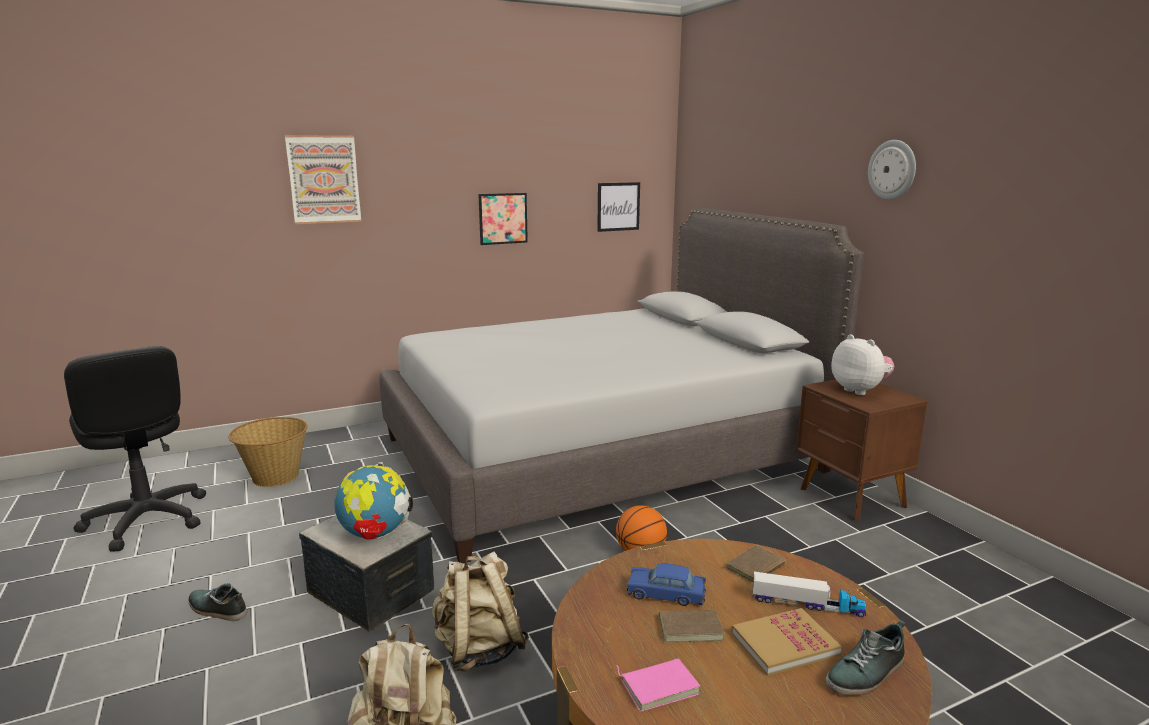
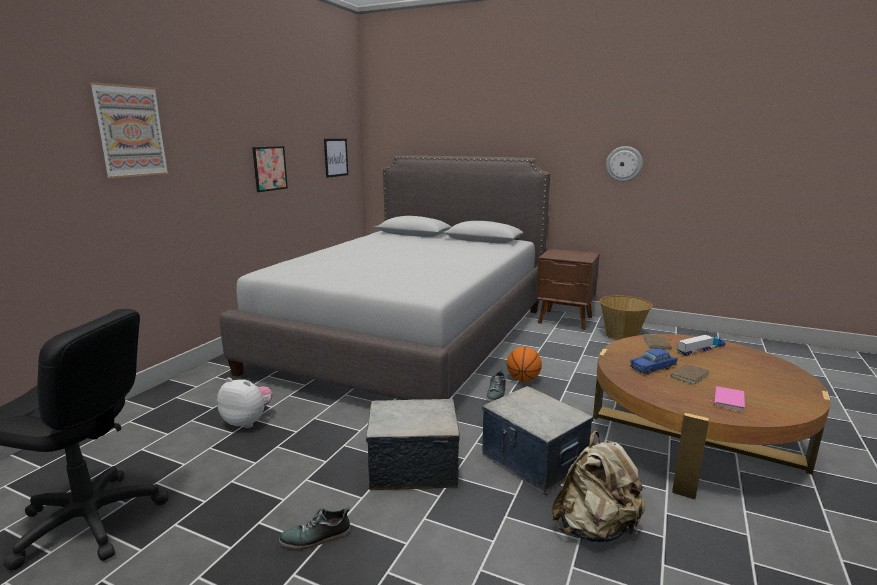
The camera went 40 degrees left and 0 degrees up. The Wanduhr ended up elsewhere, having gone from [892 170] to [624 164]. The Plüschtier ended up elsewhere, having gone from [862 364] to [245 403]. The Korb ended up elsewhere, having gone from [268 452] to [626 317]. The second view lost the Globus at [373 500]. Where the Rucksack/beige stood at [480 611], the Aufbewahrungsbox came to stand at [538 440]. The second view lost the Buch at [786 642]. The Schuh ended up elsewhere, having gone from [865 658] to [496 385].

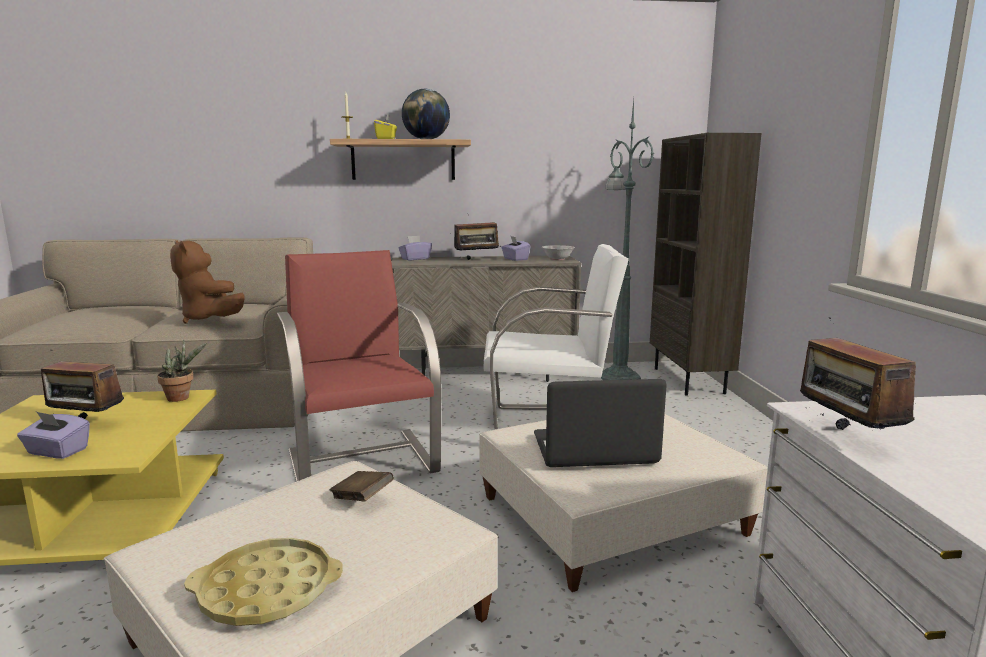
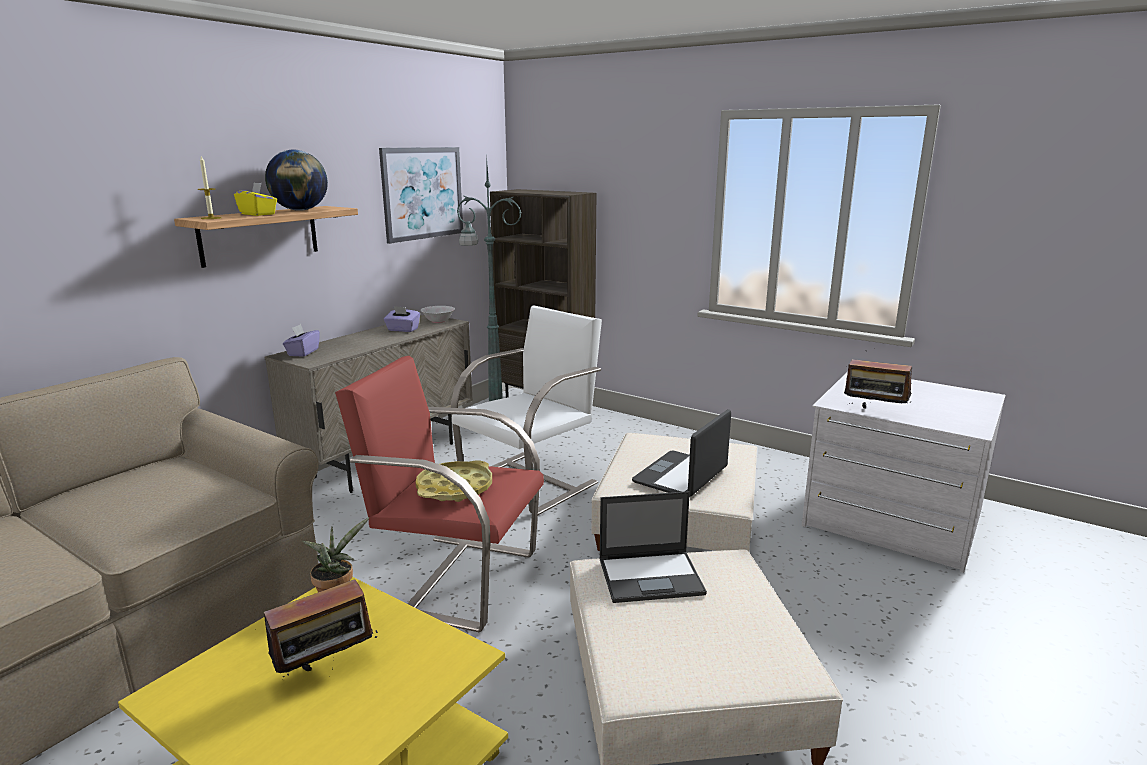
The camera went 50 degrees left and 5 degrees up. The second view lost the Radio at [476 236]. The second view lost the Plüschtier/braun at [207 282]. The second view lost the Taschentuchbox/lila at [53 435]. Where the Buch/braun stood at [362 486], the Laptop came to stand at [653 547]. The Tablett/gelb ended up elsewhere, having gone from [263 582] to [453 481]. The second view gained the Bild at [421 195].

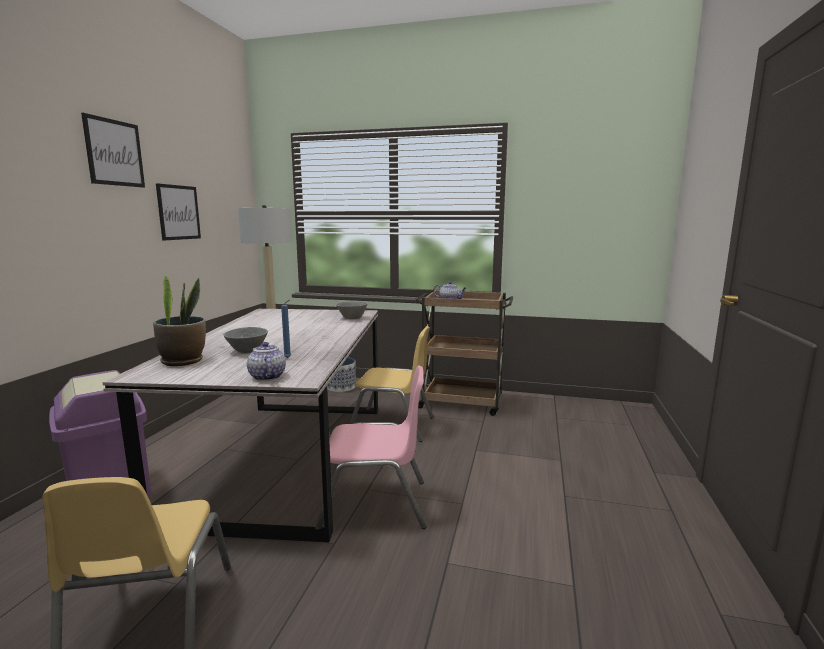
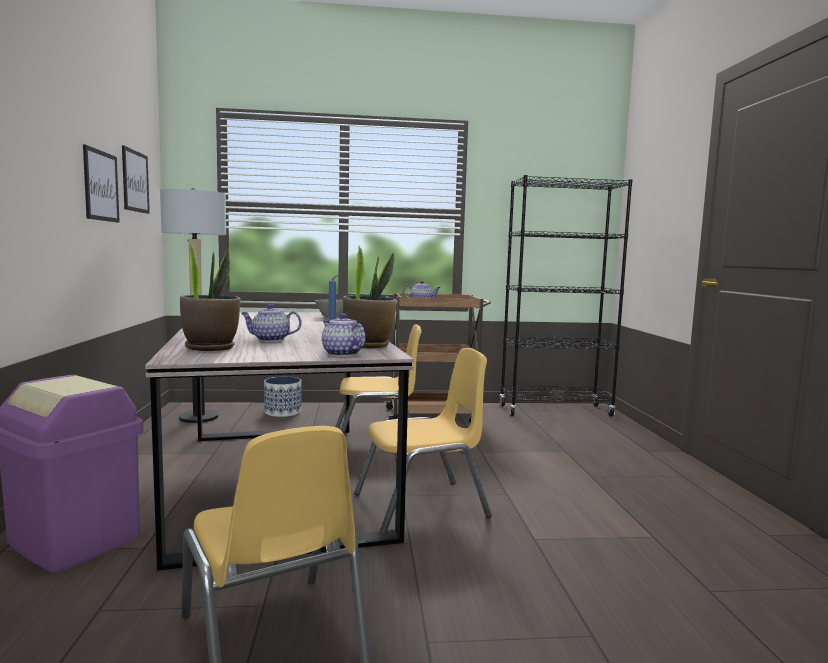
The camera went 20 degrees left and 5 degrees down. The Bild ended up elsewhere, having gone from [113 150] to [136 180]. Where the Schüssel/grau stood at [246 340], the Teekanne came to stand at [271 323]. What was the Stuhl/rosa at [371 447] turned into the Stuhl/gelb at [423 440]. The second view gained the Bücherregal/schwarz at [566 295]. The second view gained the Topfpflanze at [369 296].

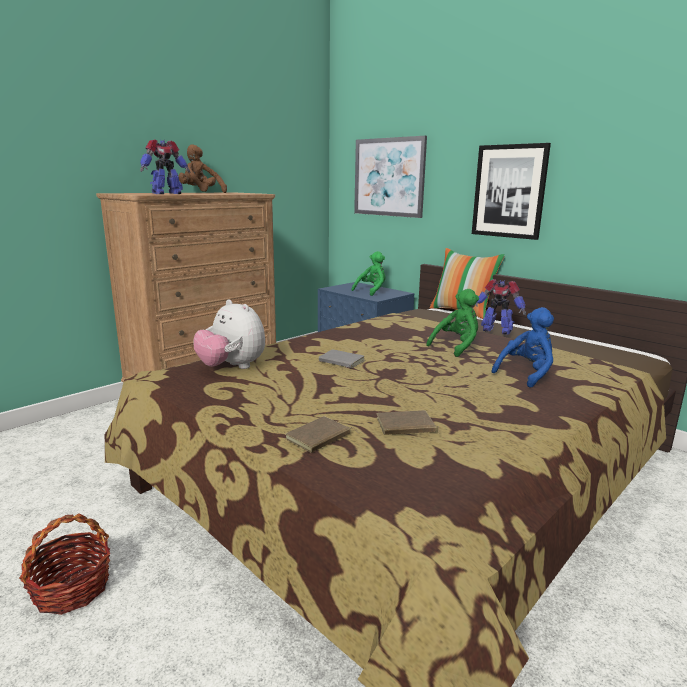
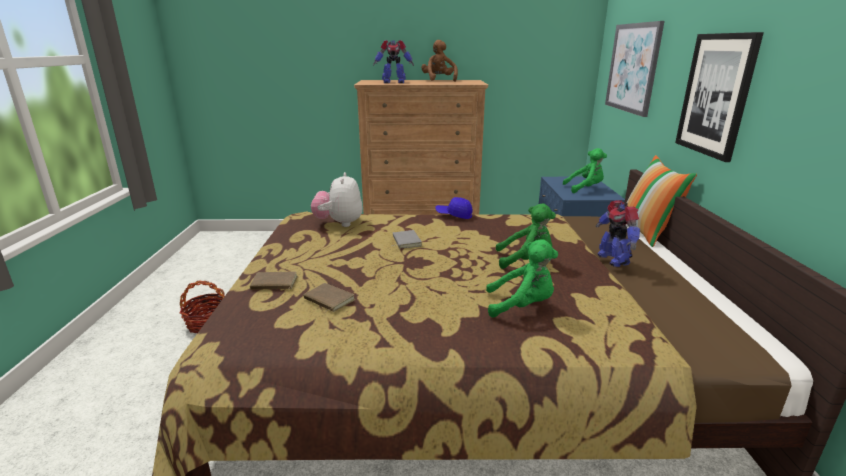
The camera went 45 degrees right and 5 degrees up. What was the Plüschtier/blau at [522 347] turned into the Plüschtier/grün at [522 278]. The second view gained the Kappe/blau at [453 208].

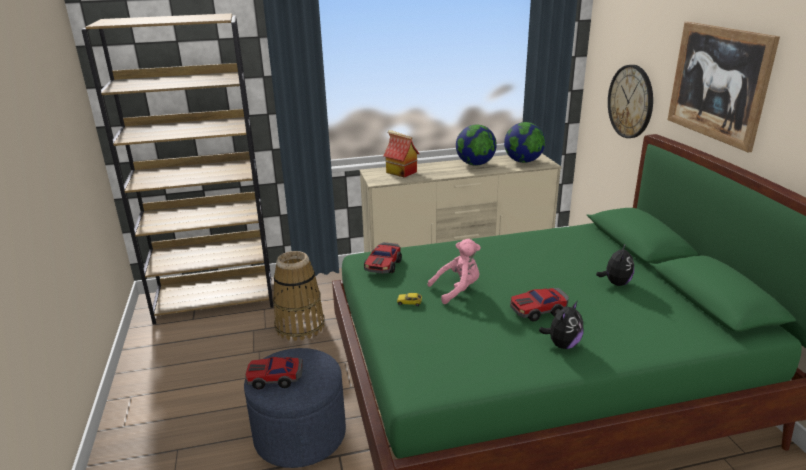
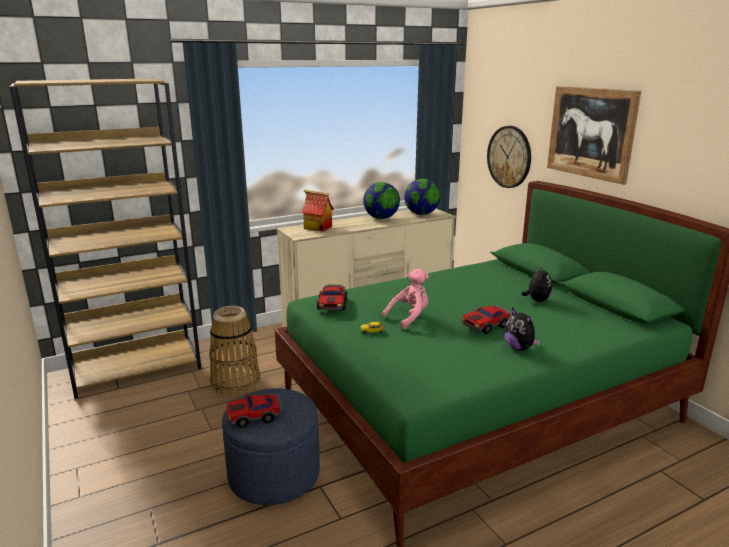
The camera went 15 degrees left and 5 degrees down. The Plüschtier at [561 325] ended up facing another way, 120 degrees clockwise from before.

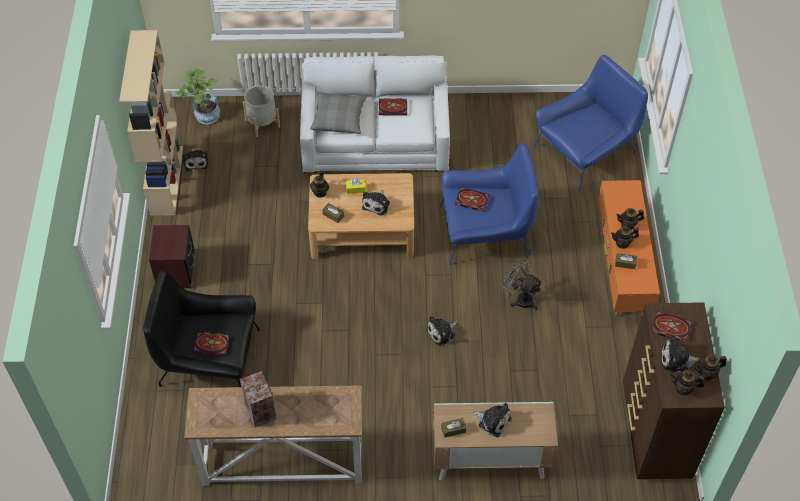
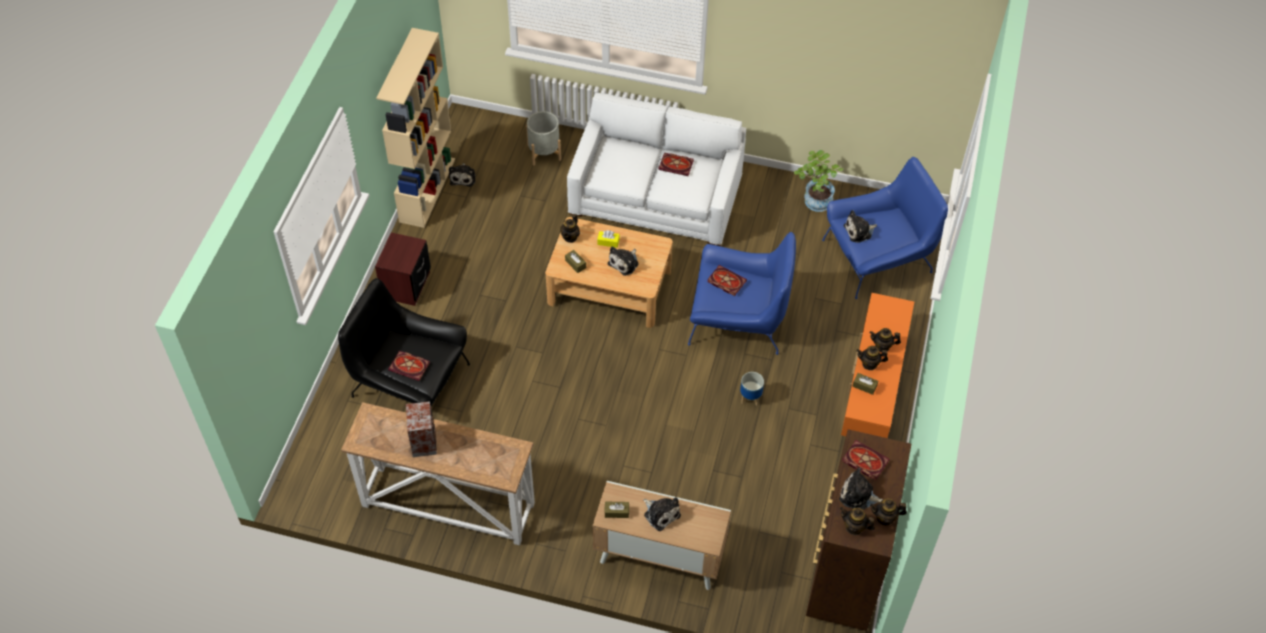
The camera went 15 degrees right and 0 degrees up. The Topfpflanze ended up elsewhere, having gone from [198 96] to [819 181]. The second view lost the Kissen/grau at [338 113]. Where the Ventilator/grau stood at [522 283], the Pflanzkübel came to stand at [752 389]. The Plüschtier ended up elsewhere, having gone from [441 330] to [860 226].

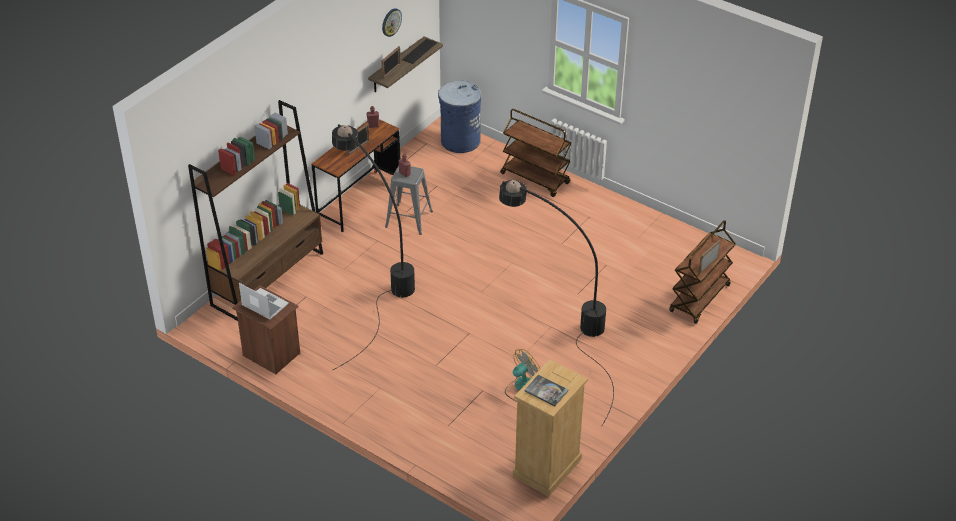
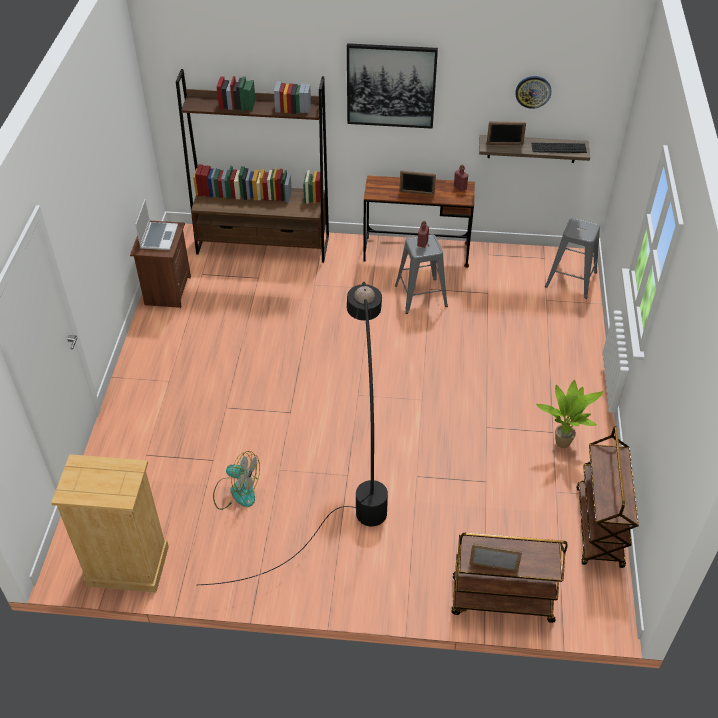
The camera went 60 degrees right and 5 degrees up. Where the Mülleimer/blau stood at [459 117], the Hocker/grau came to stand at [572 258]. The Rollwagen/braun ended up elsewhere, having gone from [535 153] to [607 497]. The second view lost the Stehlampe/schwarz at [373 247]. The second view lost the Buch at [547 390]. The second view gained the Bild at [392 86]. The second view gained the Topfpflanze at [569 414].

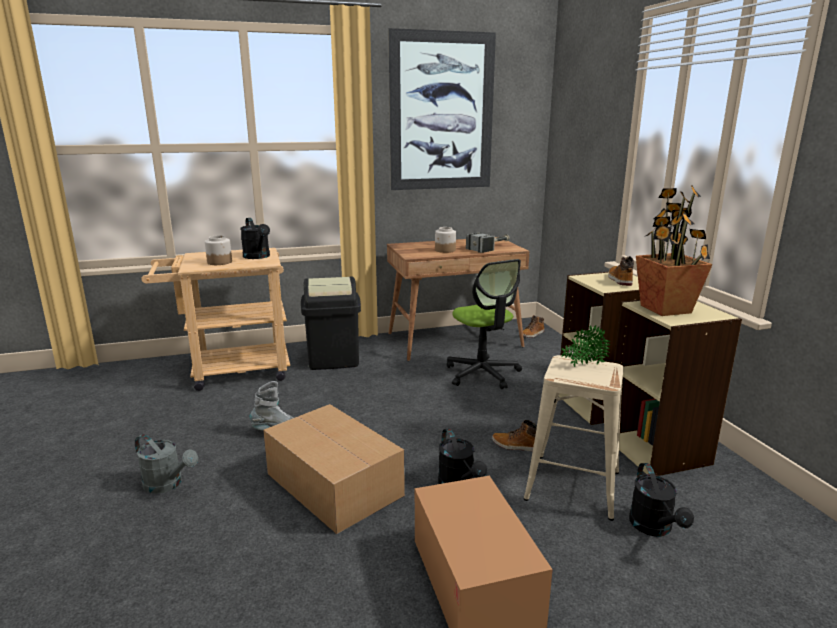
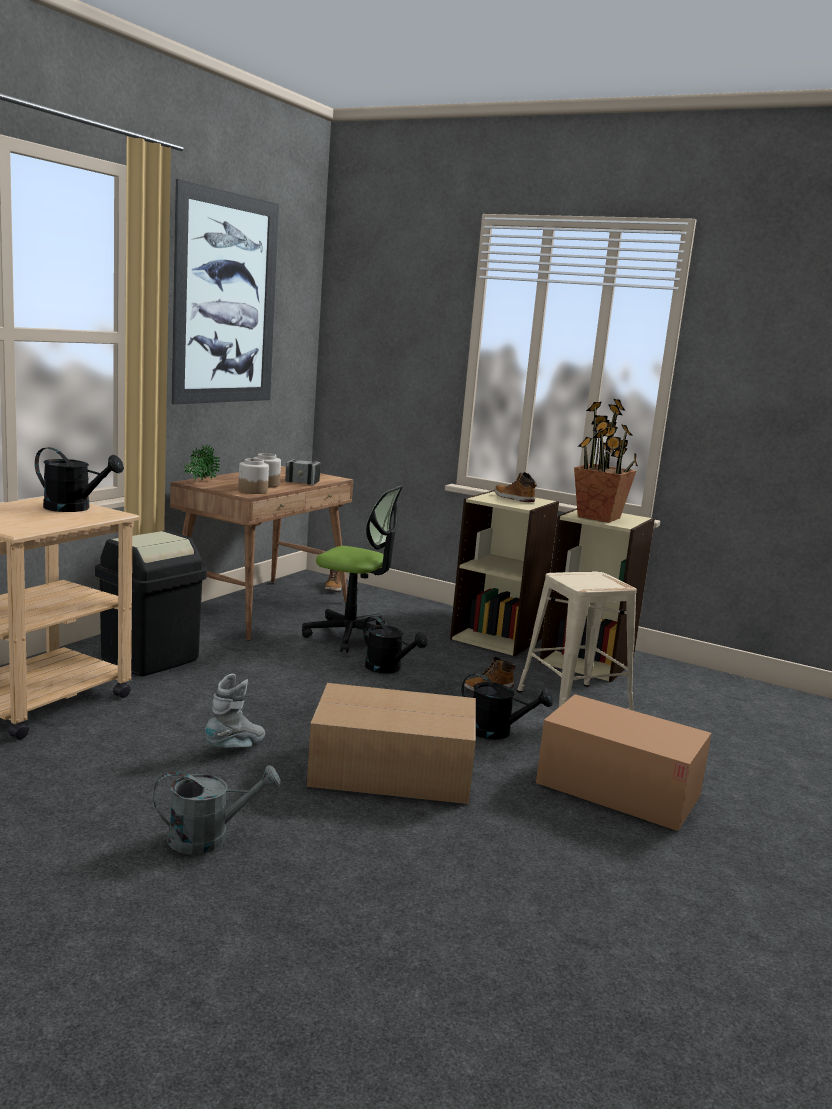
The camera went 45 degrees left and 5 degrees down. The Vorratsglas ended up elsewhere, having gone from [218 250] to [253 476]. The Topfpflanze ended up elsewhere, having gone from [585 346] to [202 463]. The Gießkanne/schwarz ended up elsewhere, having gone from [661 500] to [395 645].

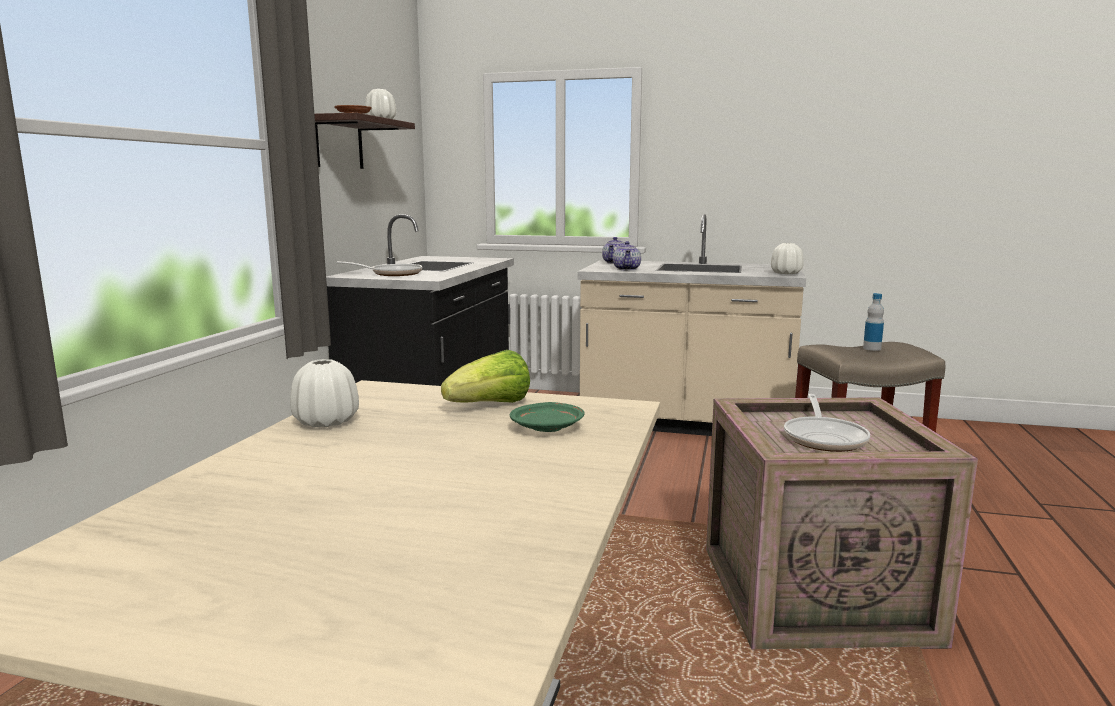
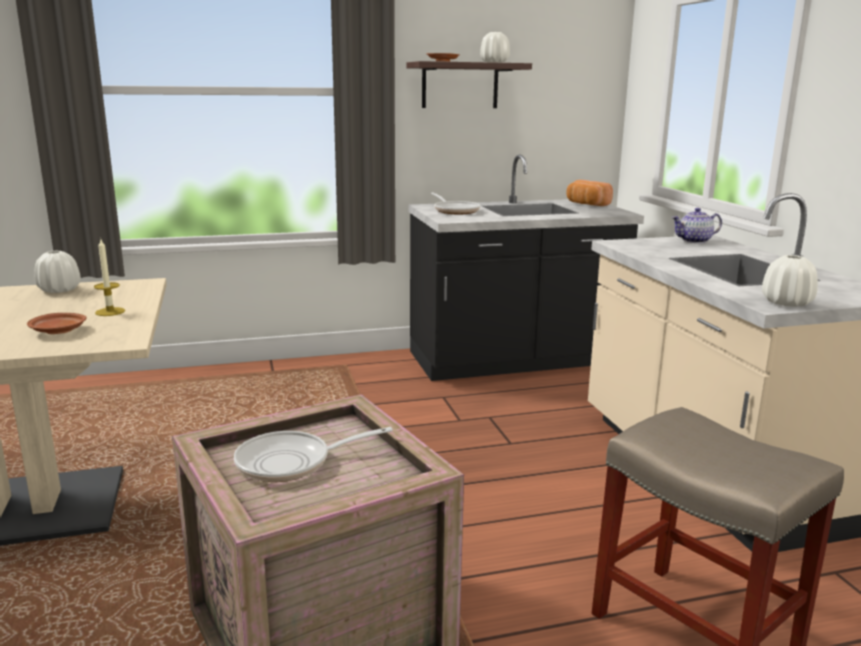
The camera went 60 degrees right and 5 degrees up. The second view lost the Teekanne at [627 255]. The second view lost the Flasche at [873 322]. Where the Salatkopf stood at [485 376], the Kerze came to stand at [109 277]. What was the Teller/grün at [547 417] turned into the Teller/braun at [56 323]. The second view gained the Brot at [589 193].

